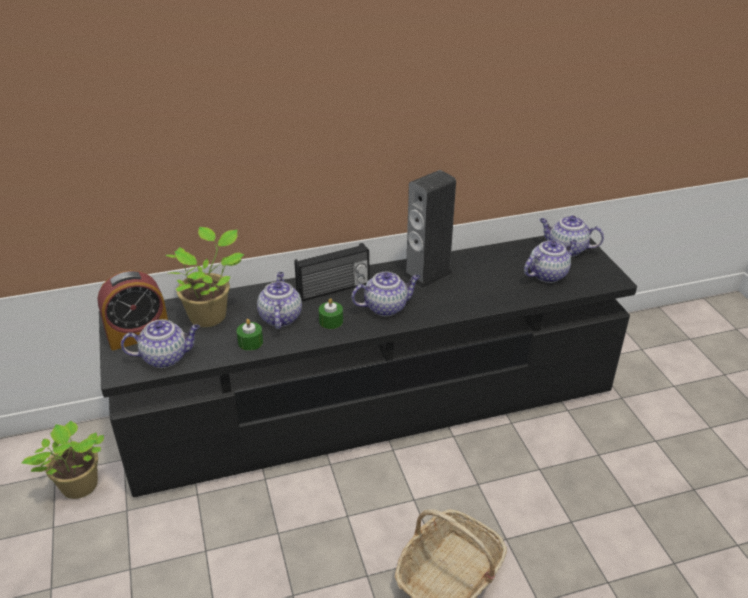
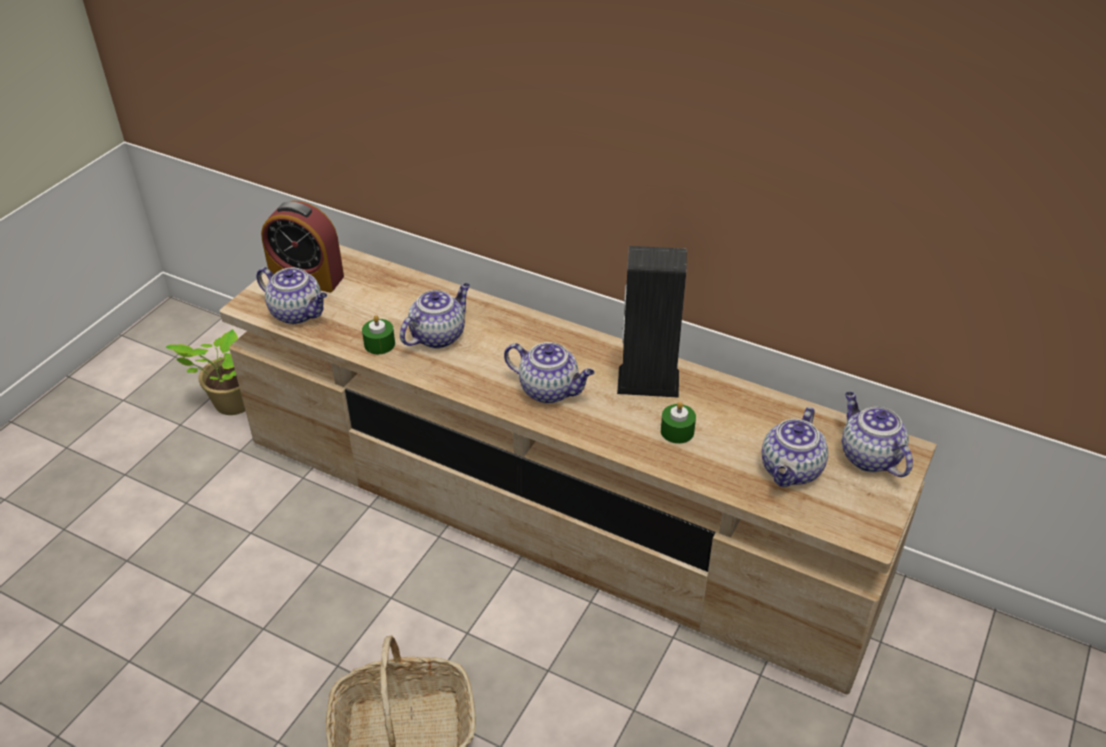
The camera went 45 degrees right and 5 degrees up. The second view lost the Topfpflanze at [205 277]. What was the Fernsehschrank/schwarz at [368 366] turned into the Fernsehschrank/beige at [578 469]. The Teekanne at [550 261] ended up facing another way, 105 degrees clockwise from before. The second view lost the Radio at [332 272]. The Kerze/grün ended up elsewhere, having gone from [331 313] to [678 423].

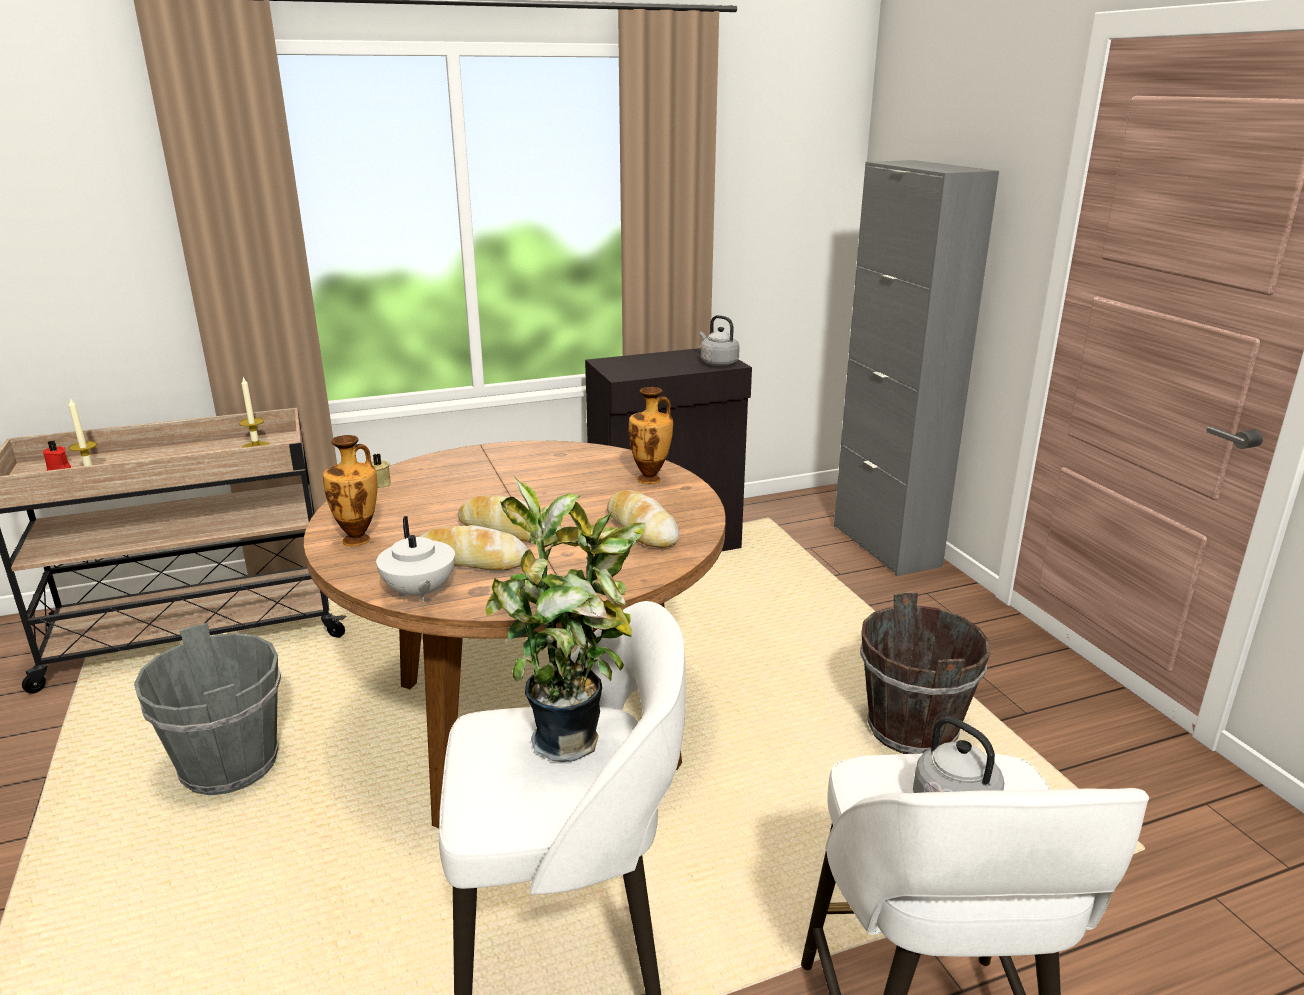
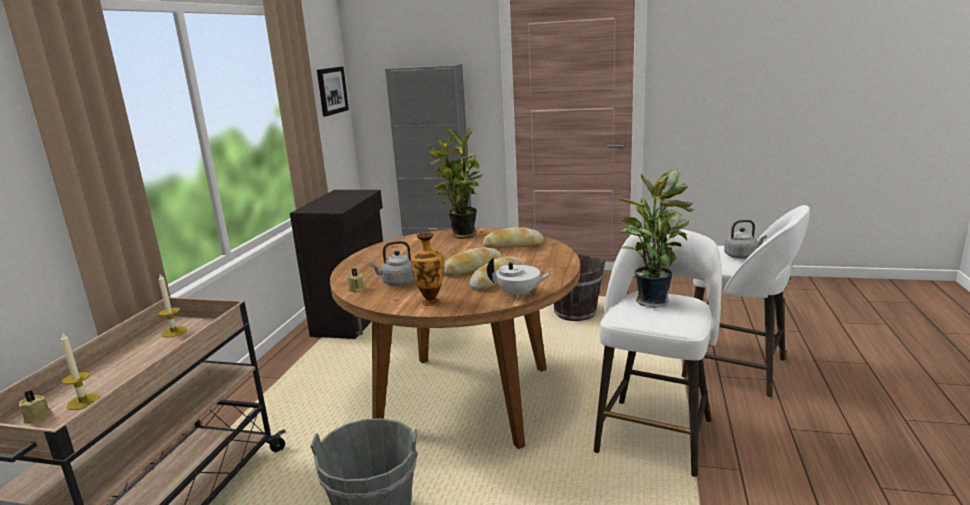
The camera went 55 degrees left and 5 degrees down. The Wasserkessel/grau ended up elsewhere, having gone from [720 340] to [392 263]. Where the Vase stood at [651 435], the Topfpflanze came to stand at [455 182]. What was the Kerze/rot at [57 455] turned into the Kerze/beige at [36 407]. The second view gained the Bild at [333 91].

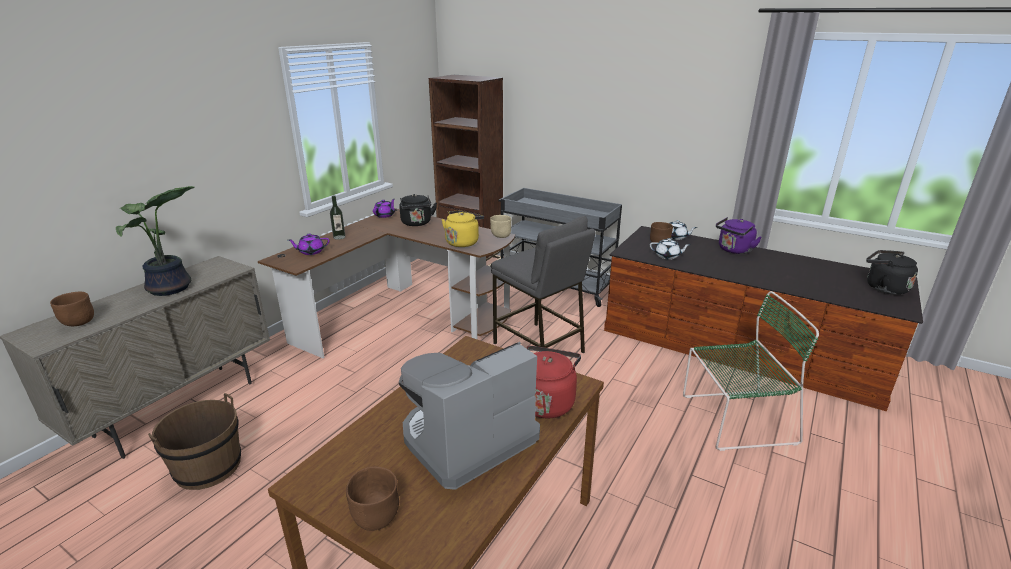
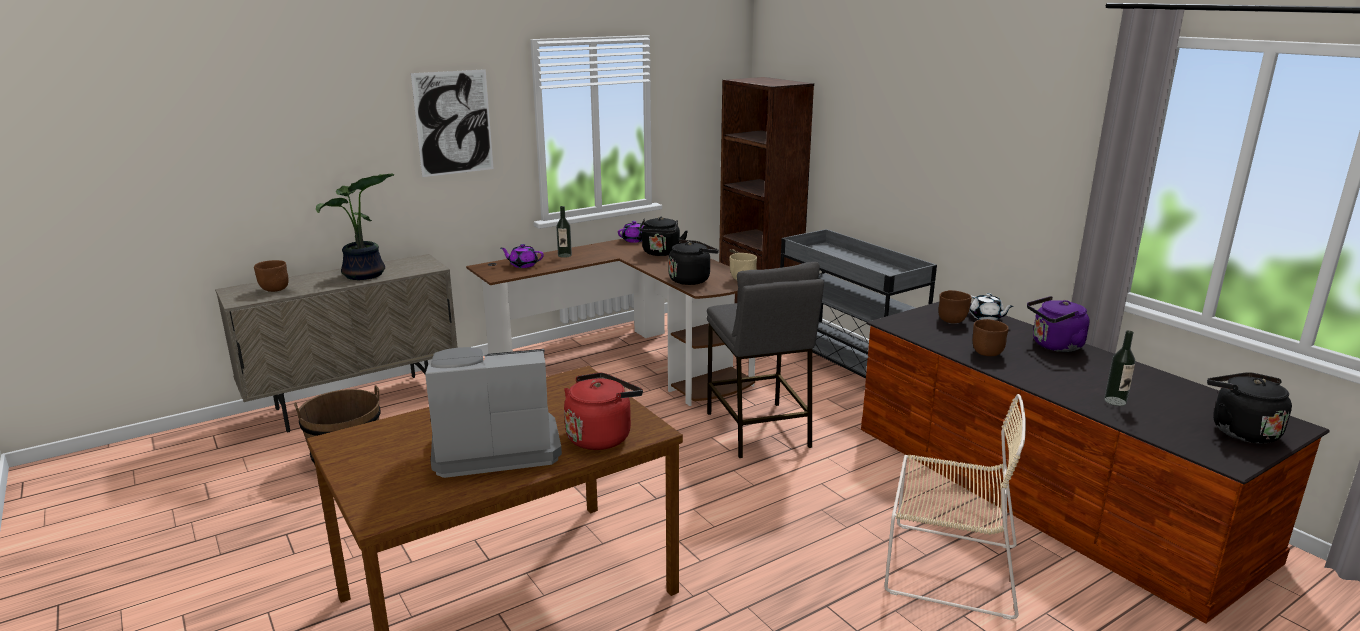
The camera went 25 degrees right and 5 degrees down. What was the Wasserkessel/gelb at [463 229] turned into the Wasserkessel/schwarz at [694 262]. The second view lost the Teekanne/weiß at [670 249]. What was the Stuhl/grün at [751 371] turned into the Stuhl/beige at [955 507]. The Schüssel/braun ended up elsewhere, having gone from [372 499] to [990 337]. The second view gained the Bild at [452 123]. The second view gained the Flasche at [1119 368].

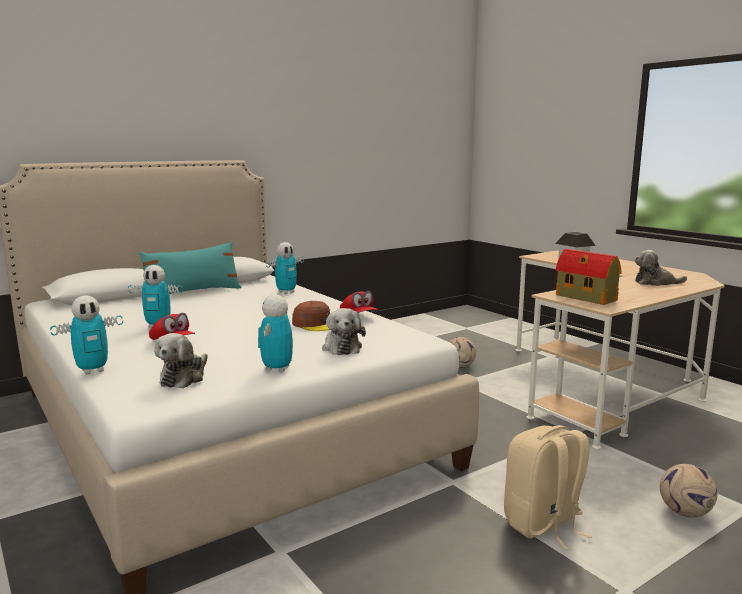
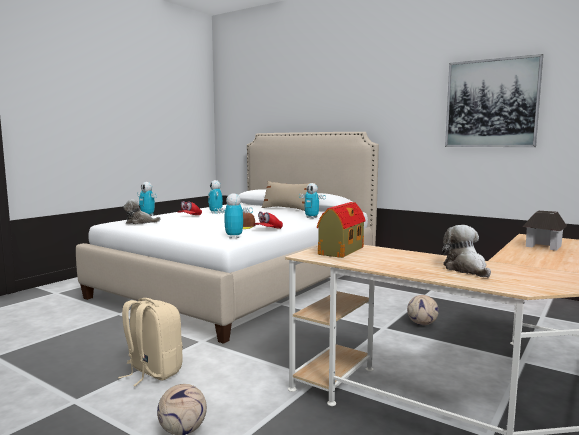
The camera went 70 degrees right and 5 degrees down. What was the Kissen/türkis at [190 268] turned into the Kissen/beige at [288 196]. The Spielzeugroboter ended up elsewhere, having gone from [275 334] to [233 215]. The second view lost the Plüschtier at [344 331]. The second view gained the Bild at [494 100].

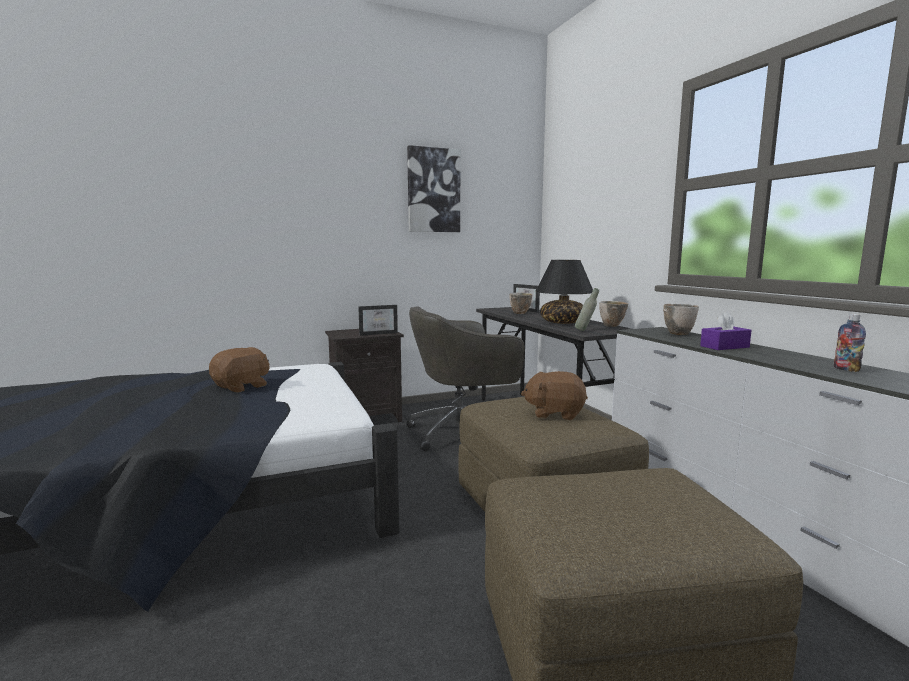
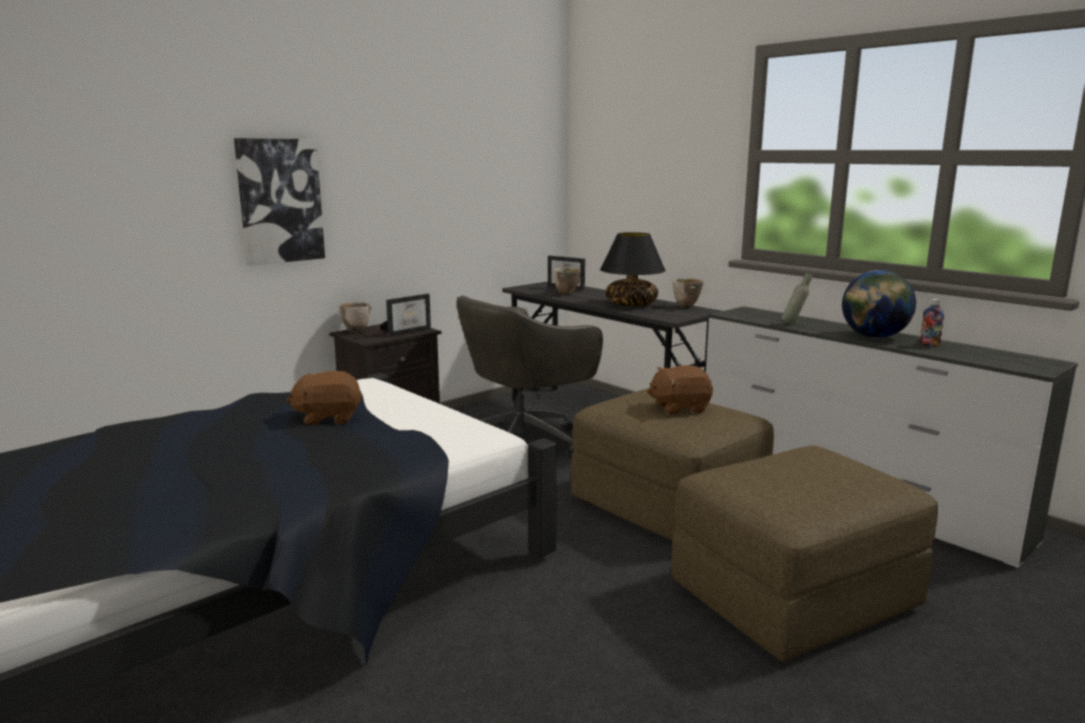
The camera went 20 degrees left and 5 degrees up. The Bild ended up elsewhere, having gone from [433 188] to [279 202]. The Flasche/grau ended up elsewhere, having gone from [587 309] to [796 299]. The Schüssel ended up elsewhere, having gone from [681 319] to [355 317]. The second view lost the Taschentuchbox/lila at [726 330]. The Plüschtier/braun at [239 370] ended up facing another way, 120 degrees counterclockwise from before. The second view gained the Globus at [879 304].

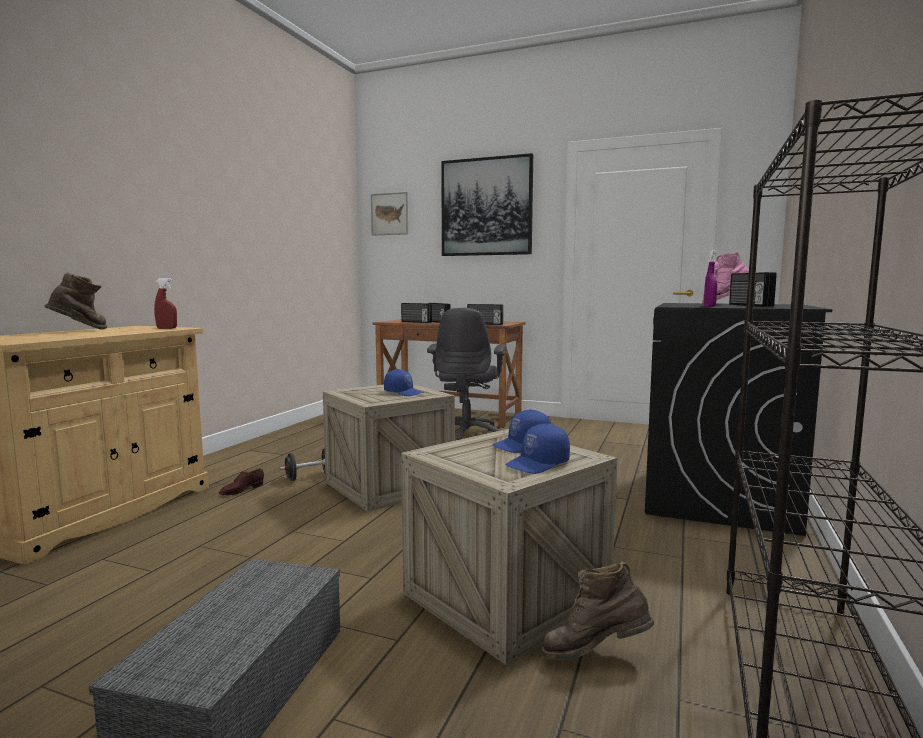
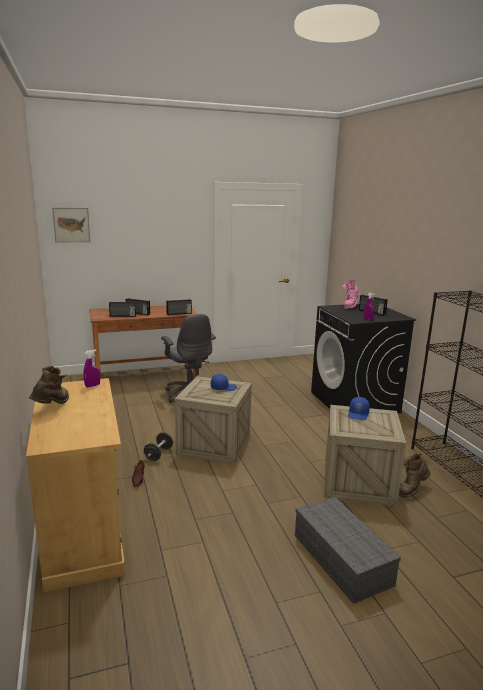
The camera went 40 degrees left and 10 degrees up. The second view lost the Bild at [487 204]. The Stiefel/braun at [75 301] ended up facing another way, 45 degrees clockwise from before. What was the Sprühflasche/rot at [165 303] turned into the Sprühflasche/lila at [92 368]. The second view lost the Kappe/blau at [537 449].

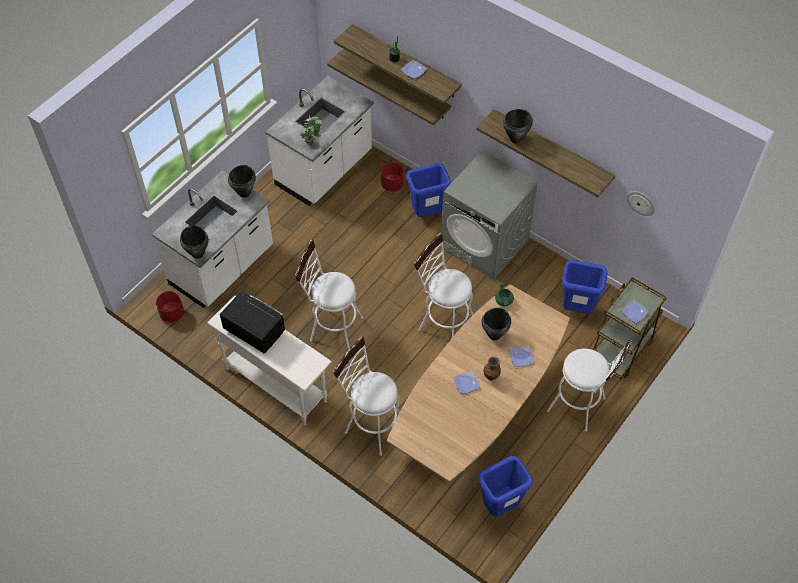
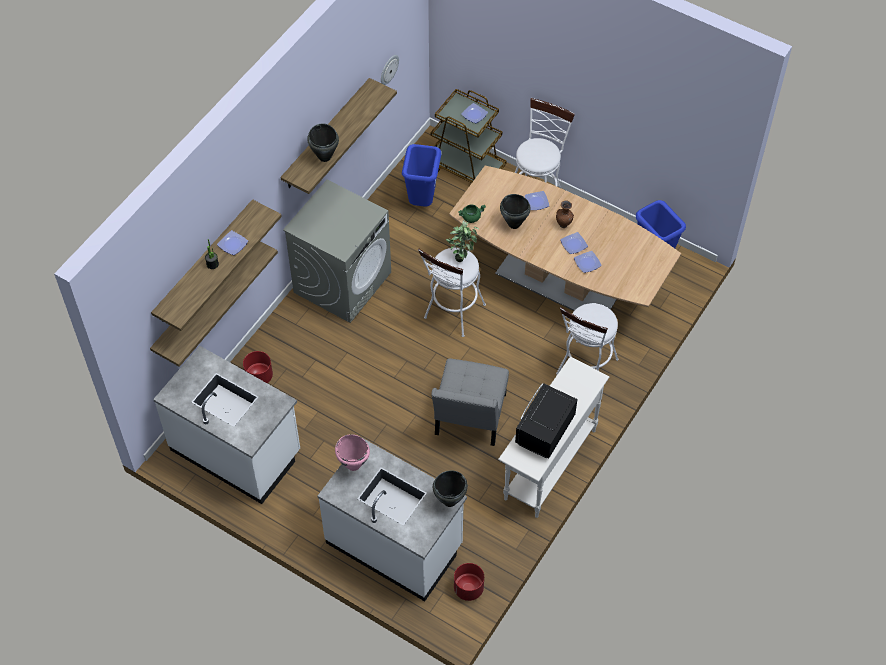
The camera went 95 degrees left and 0 degrees up. The Topfpflanze ended up elsewhere, having gone from [311 130] to [462 241]. The second view lost the Mülleimer/blau at [428 190]. What was the Kochtopf/schwarz at [242 181] turned into the Kochtopf/rosa at [352 452]. Where the Hocker/weiß stood at [329 294], the Stuhl/grau came to stand at [470 402]. The second view gained the Teller at [588 262].

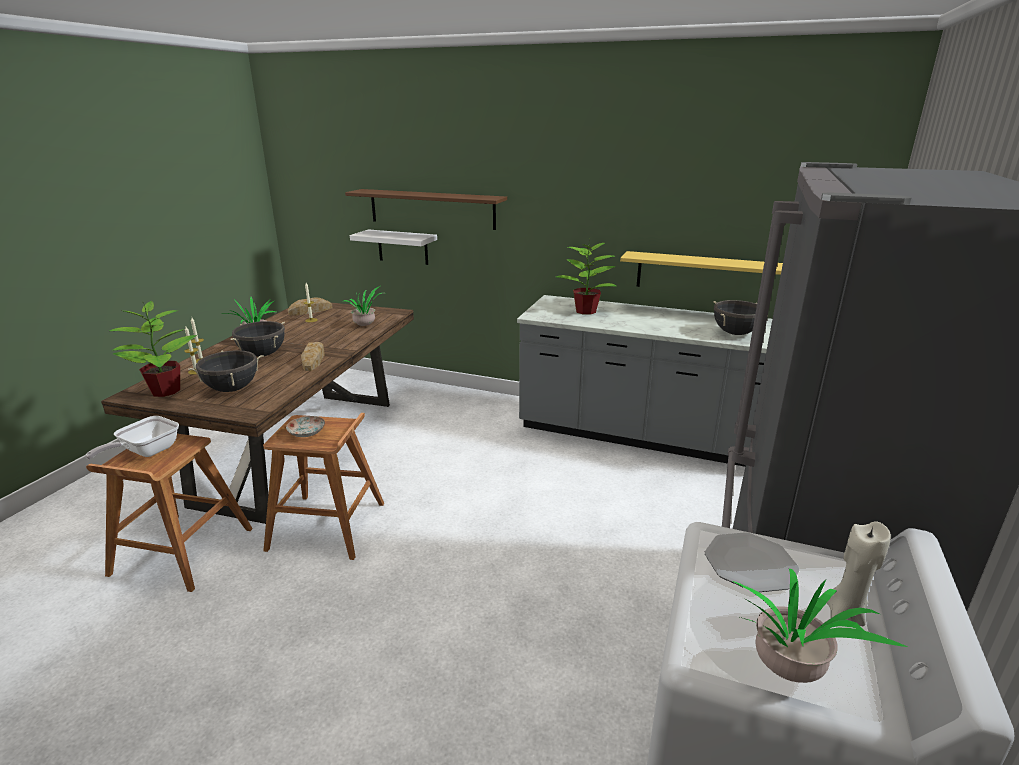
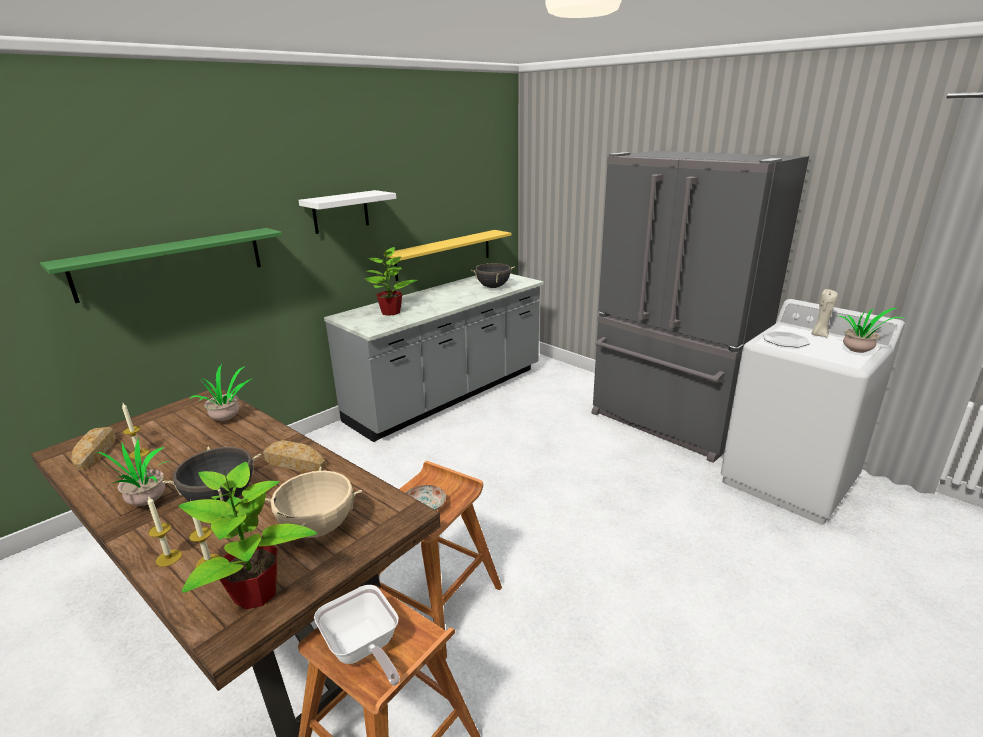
The camera went 65 degrees left and 0 degrees up. What was the Wandregal/braun at [426 209] turned into the Wandregal/grün at [161 265]. The Wandregal/weiß ended up elsewhere, having gone from [393 247] to [347 212]. What was the Kochtopf/schwarz at [226 371] turned into the Kochtopf/beige at [313 502].

